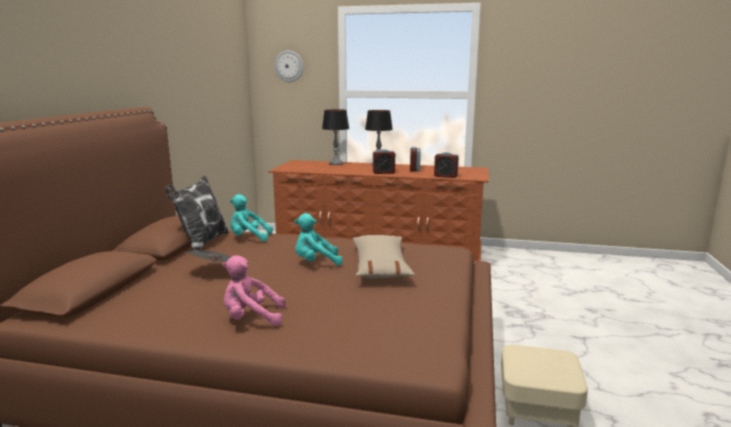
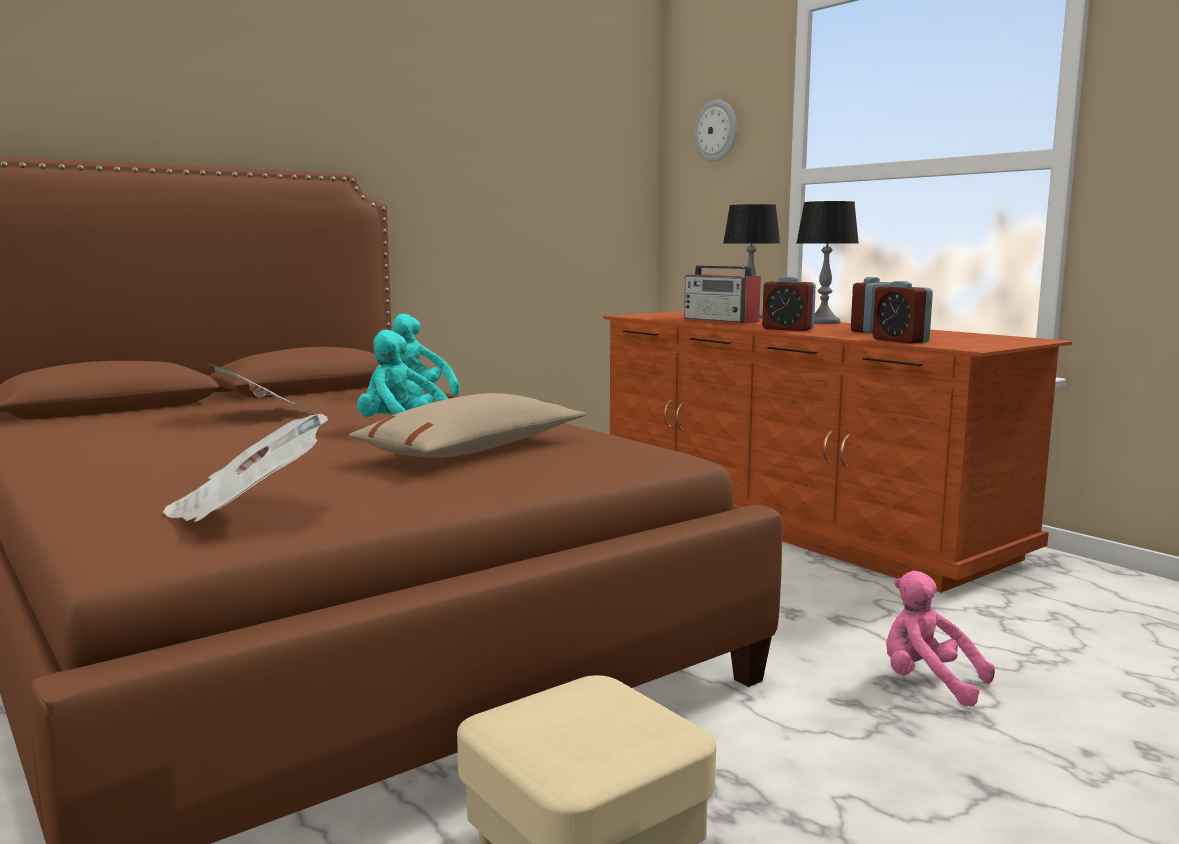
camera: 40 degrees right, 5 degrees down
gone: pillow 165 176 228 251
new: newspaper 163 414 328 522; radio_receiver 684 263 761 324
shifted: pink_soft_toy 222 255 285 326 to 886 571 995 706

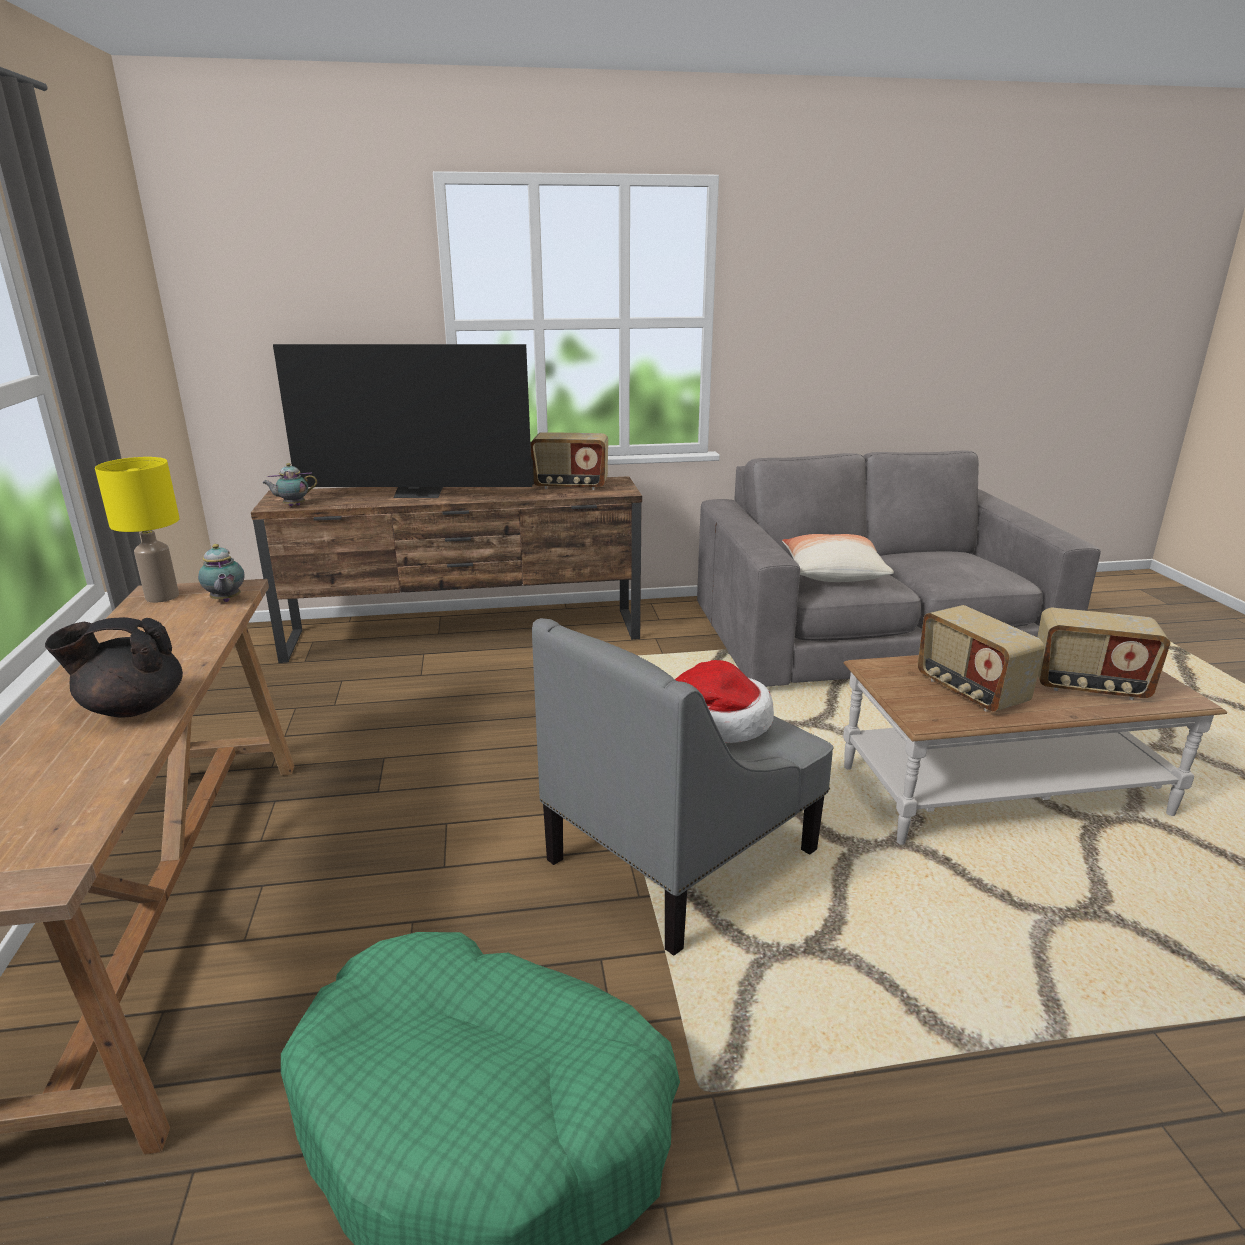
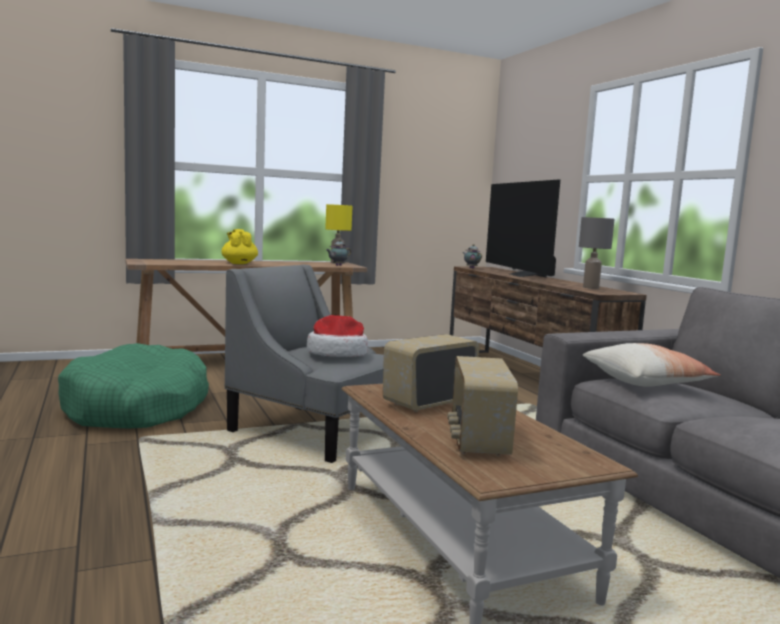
camera: 75 degrees right, 15 degrees down
swapped: radio_receiver 531 432 608 490 to grey_tabletop_lamp 579 217 615 289
repainted: black-coloured_teapot 45 617 183 718 to yellowish_teapot 221 229 258 264

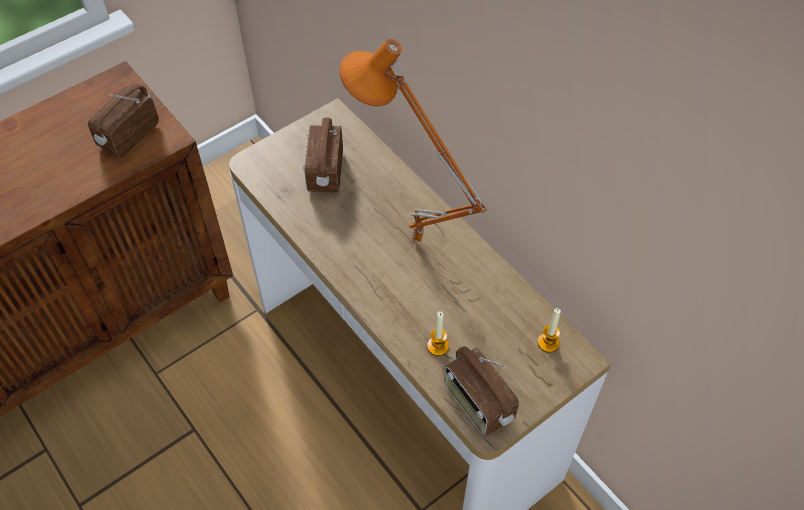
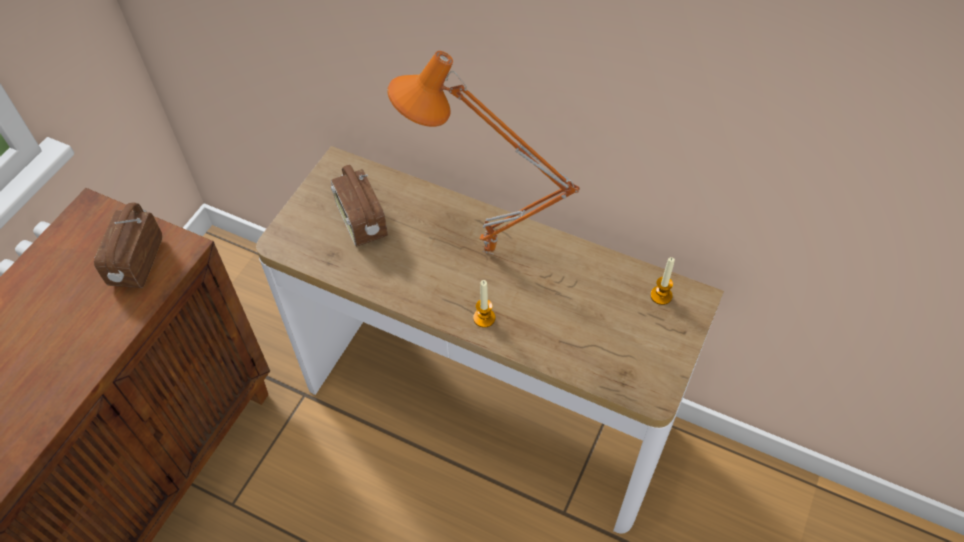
camera: 25 degrees left, 0 degrees up
gone: radio_receiver 444 346 519 436
shifted: candle 427 311 449 356 to 473 280 495 328

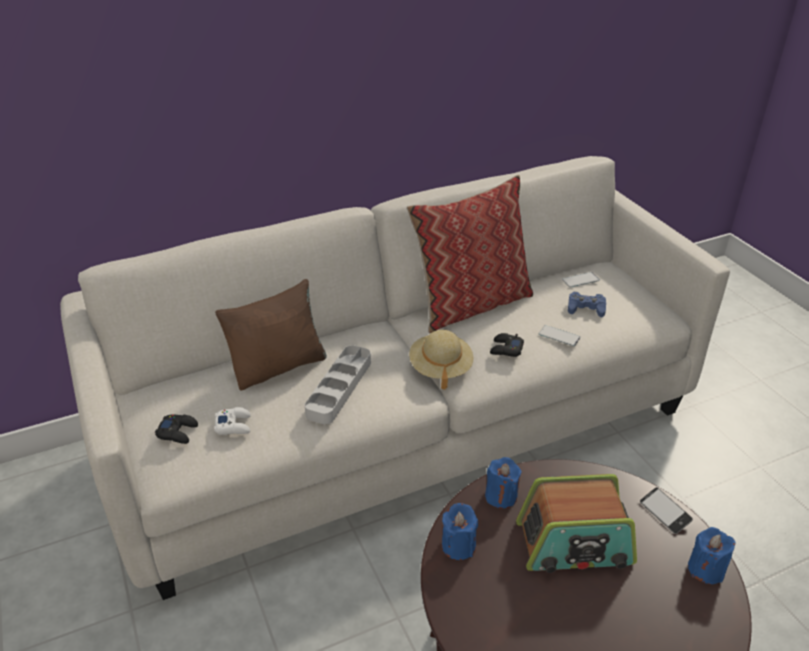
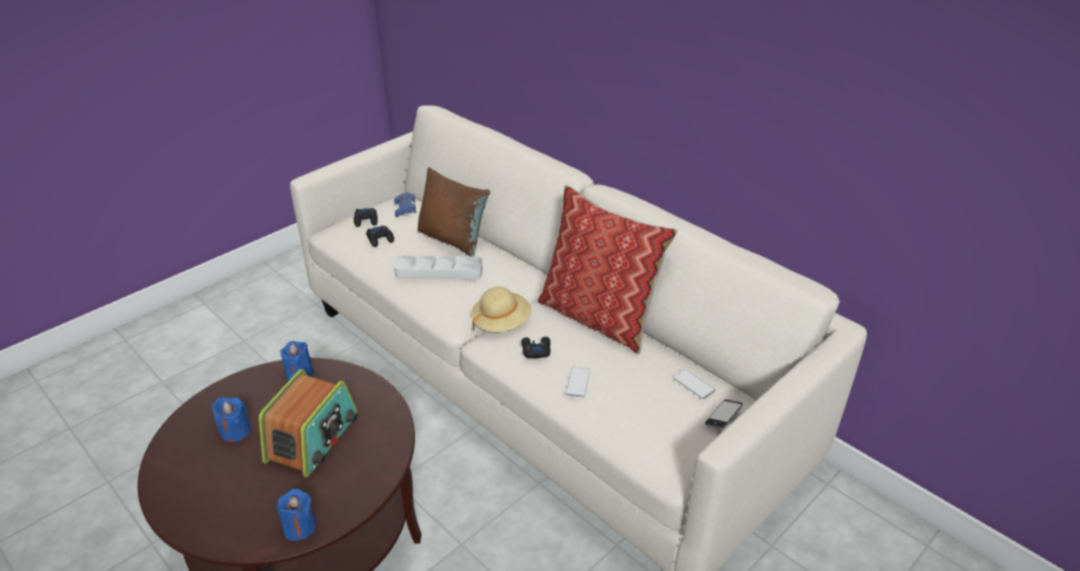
camera: 70 degrees right, 0 degrees up
shifted: blue_candle 485 457 522 508 to 212 397 251 443; blue_game_controller 568 292 606 317 to 394 193 416 217; telephone 640 487 693 534 to 705 399 743 429
repainted: whitish_game_controller 214 407 251 435 to black-coloured_game_controller 366 226 394 247
rotated: radio_receiver 516 474 637 573 = 259 369 358 477 135 degrees counterclockwise

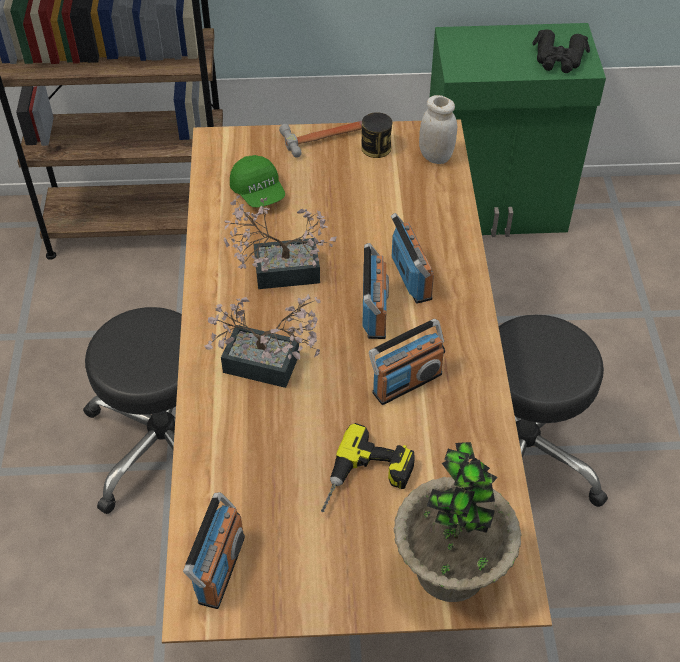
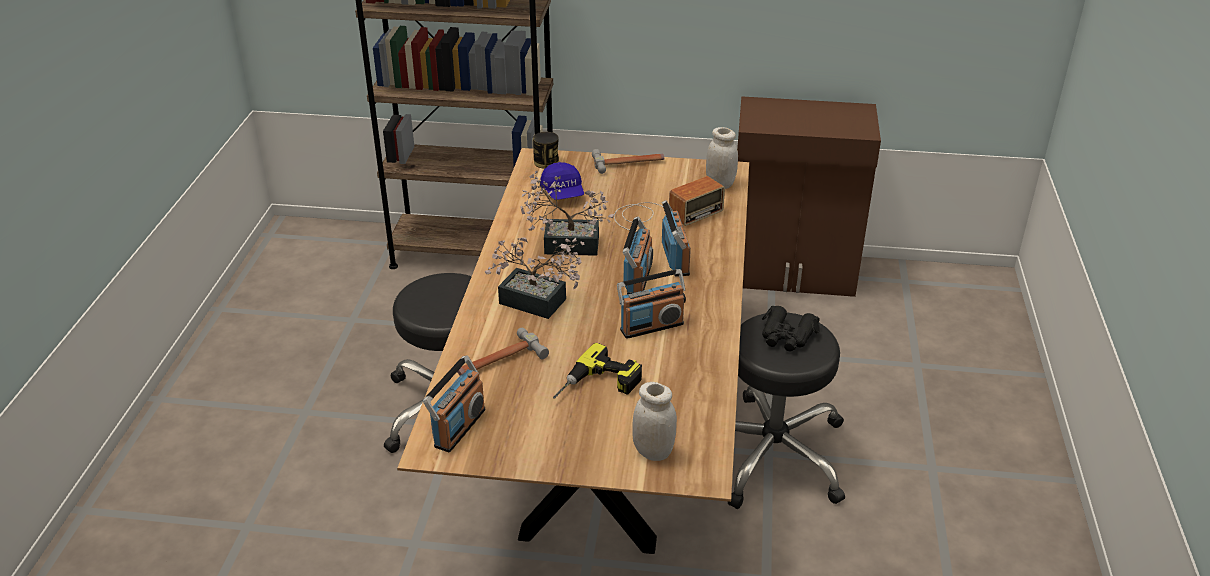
camera: 10 degrees right, 15 degrees down
new: tool_hammer 457 328 549 376; radio_receiver 614 176 725 231
shifted: can 361 112 392 158 to 533 132 559 169; black-coloured_pair_of_binoculars 532 29 590 73 to 762 306 820 352
swapped: houseplant 394 442 521 602 to whitish_storage_jar 633 382 677 461
repainted: green-coloured_peaked_cap 230 155 285 208 to blue_peaked_cap 540 162 584 200; green-coloured_cupboard 430 23 606 237 to brown-coloured_cupboard 737 96 881 297

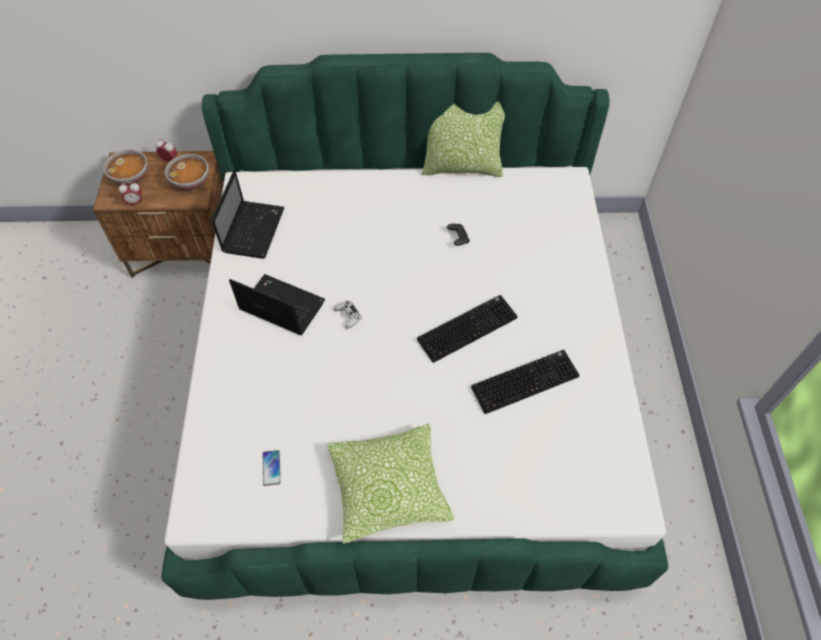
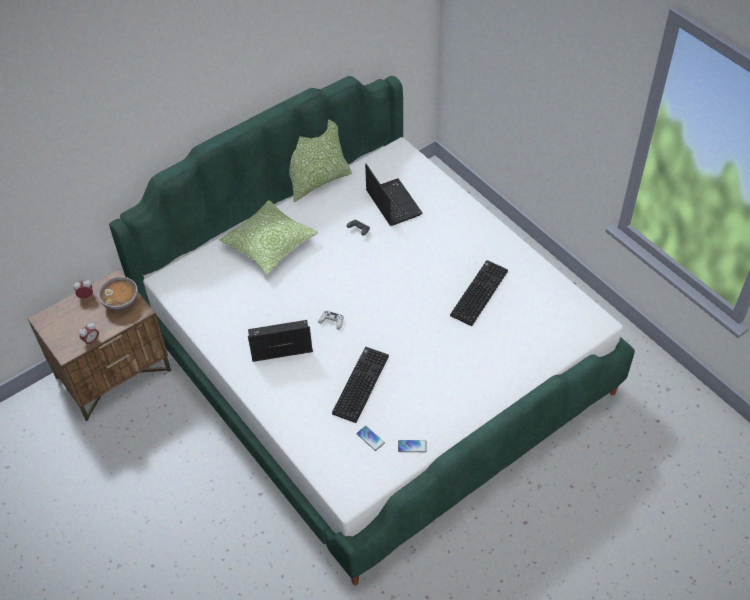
camera: 35 degrees left, 5 degrees down
gone: serving_bowl 103 149 148 186
new: telephone 398 440 427 452
shifted: laptop 211 170 285 259 to 365 164 422 226; pillow 327 424 454 544 to 219 200 318 275; keyboard 417 295 517 363 to 332 347 389 423

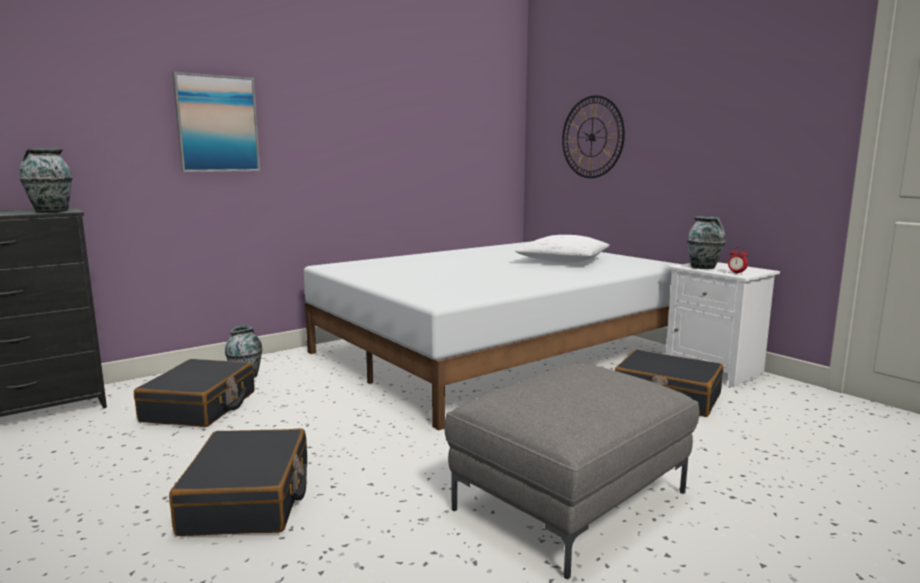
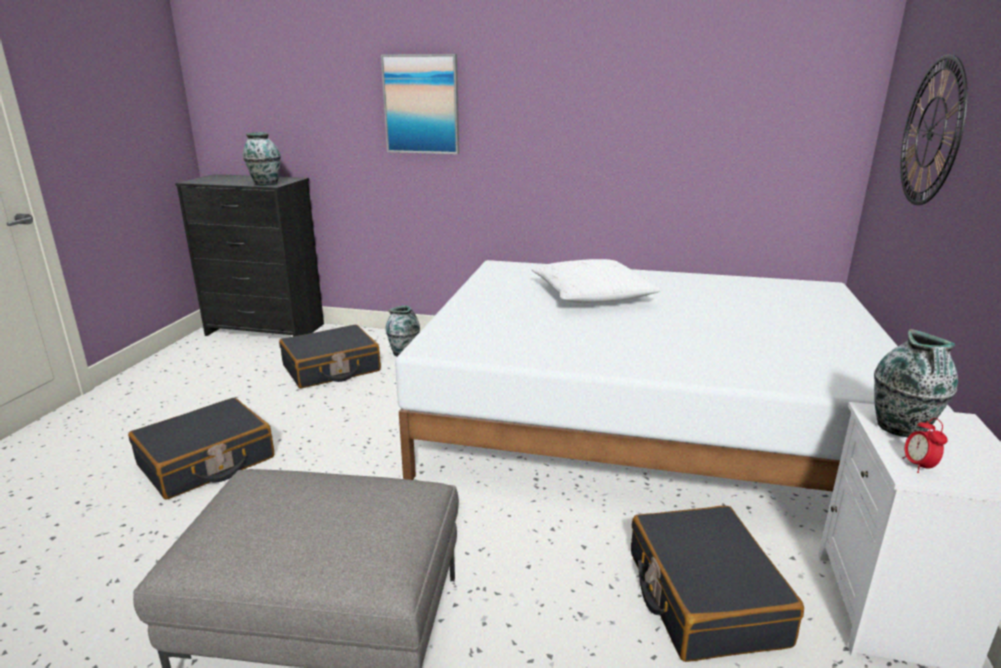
camera: 50 degrees right, 10 degrees up
shifted: whitish_pillow 515 235 610 263 to 532 259 662 303

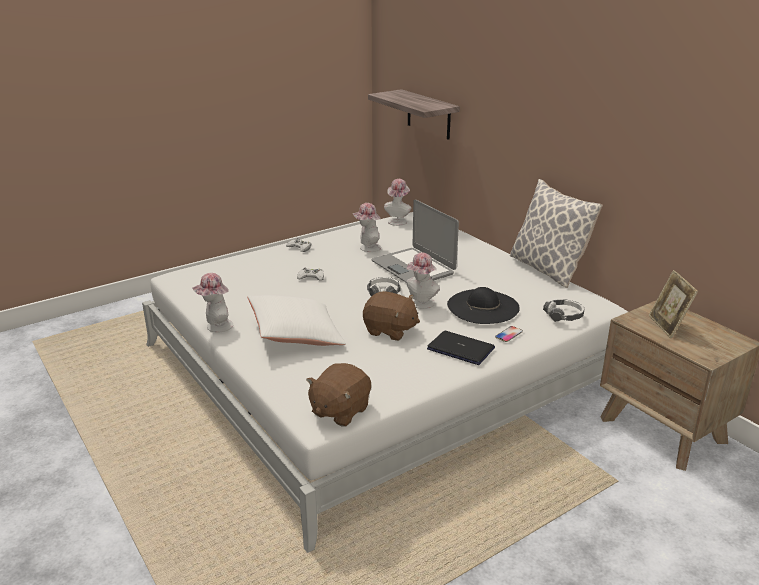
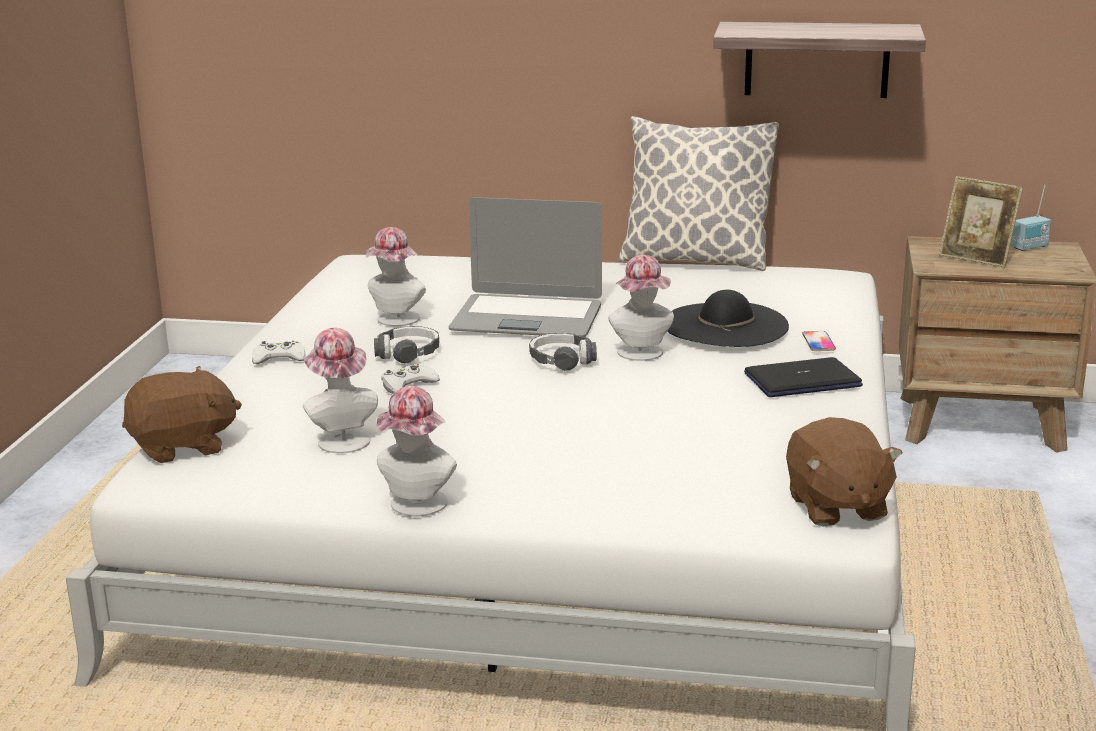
camera: 45 degrees left, 5 degrees down
gone: whitish_pillow 248 295 346 346
new: radio_receiver 1011 185 1051 251
shifted: brown-coloured_soft_toy 363 291 420 341 to 122 366 242 463; shelf 368 89 460 140 to 713 22 926 98; wearable_hat 384 179 411 226 to 303 328 378 453; headset 543 299 584 322 to 374 326 439 364

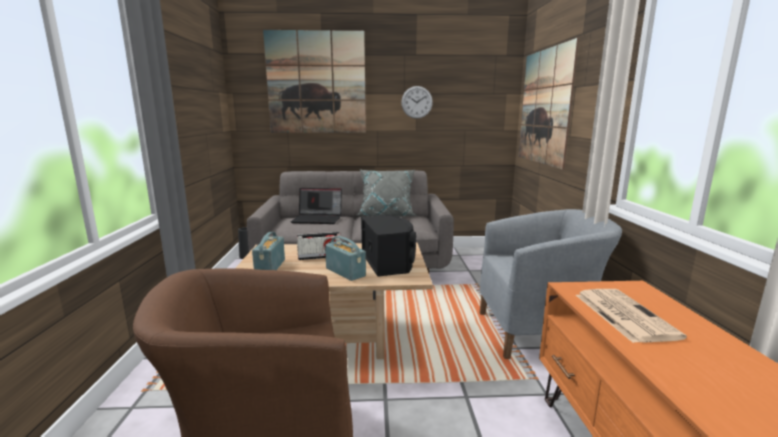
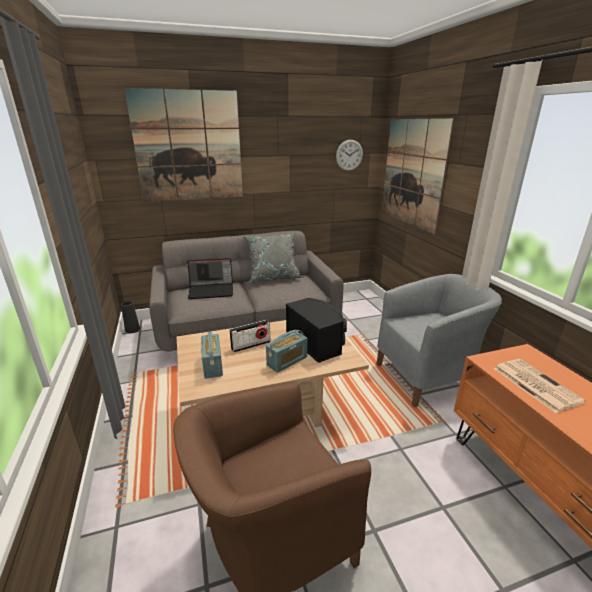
camera: 15 degrees left, 10 degrees up
shifted: hanging_clock 401 86 433 119 to 336 140 363 171
rotated: radio_receiver 325 236 366 281 = 266 330 307 373 105 degrees clockwise

